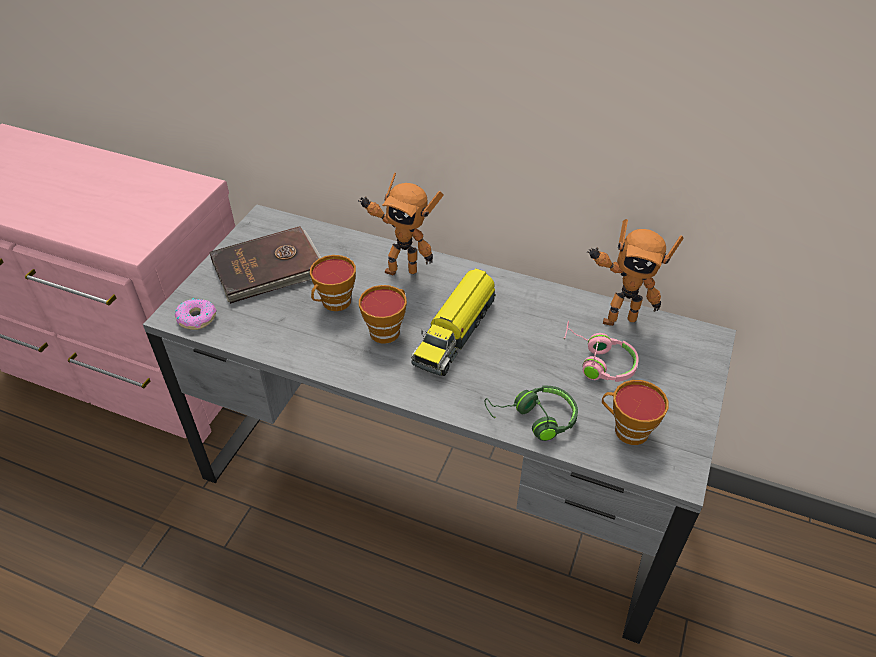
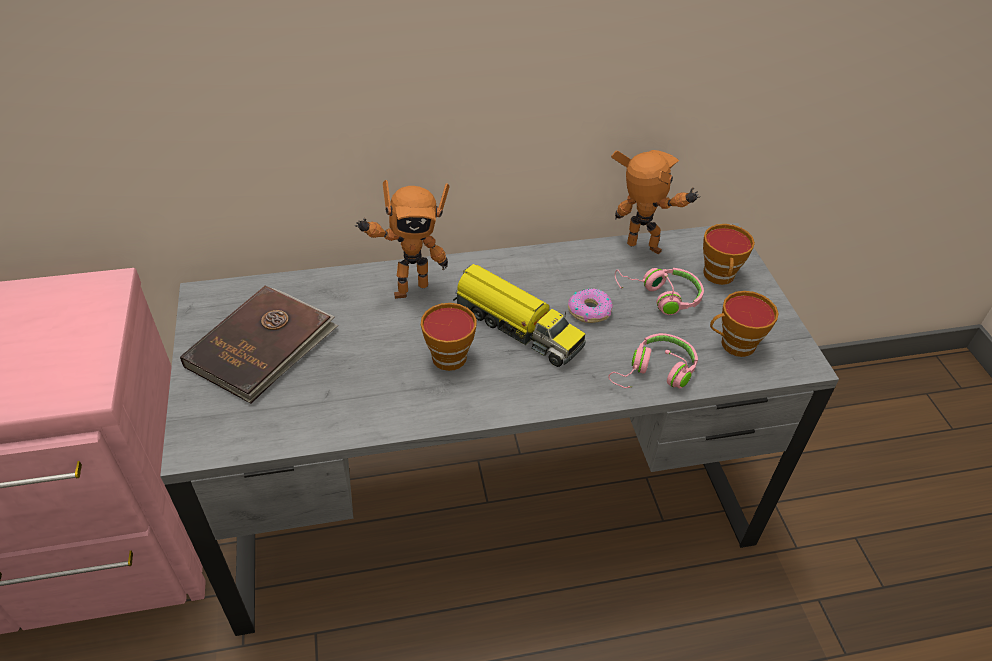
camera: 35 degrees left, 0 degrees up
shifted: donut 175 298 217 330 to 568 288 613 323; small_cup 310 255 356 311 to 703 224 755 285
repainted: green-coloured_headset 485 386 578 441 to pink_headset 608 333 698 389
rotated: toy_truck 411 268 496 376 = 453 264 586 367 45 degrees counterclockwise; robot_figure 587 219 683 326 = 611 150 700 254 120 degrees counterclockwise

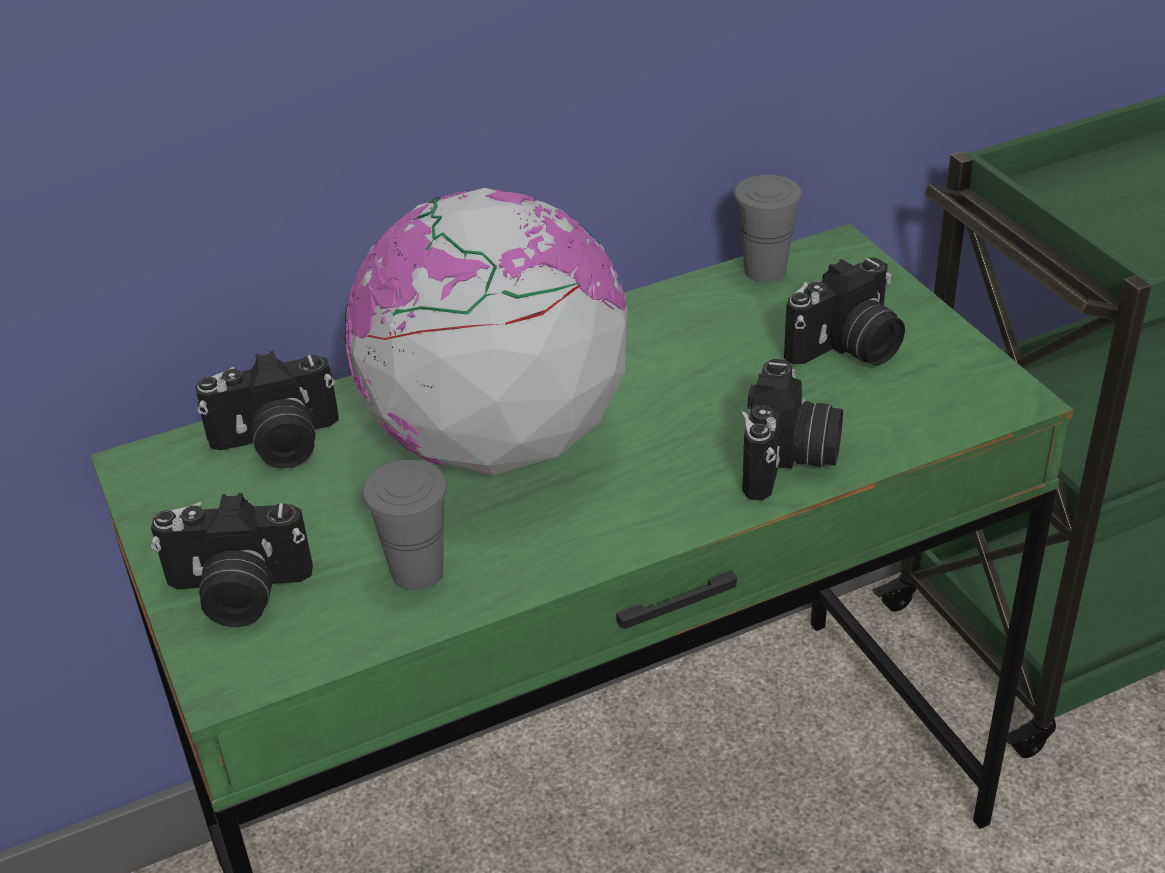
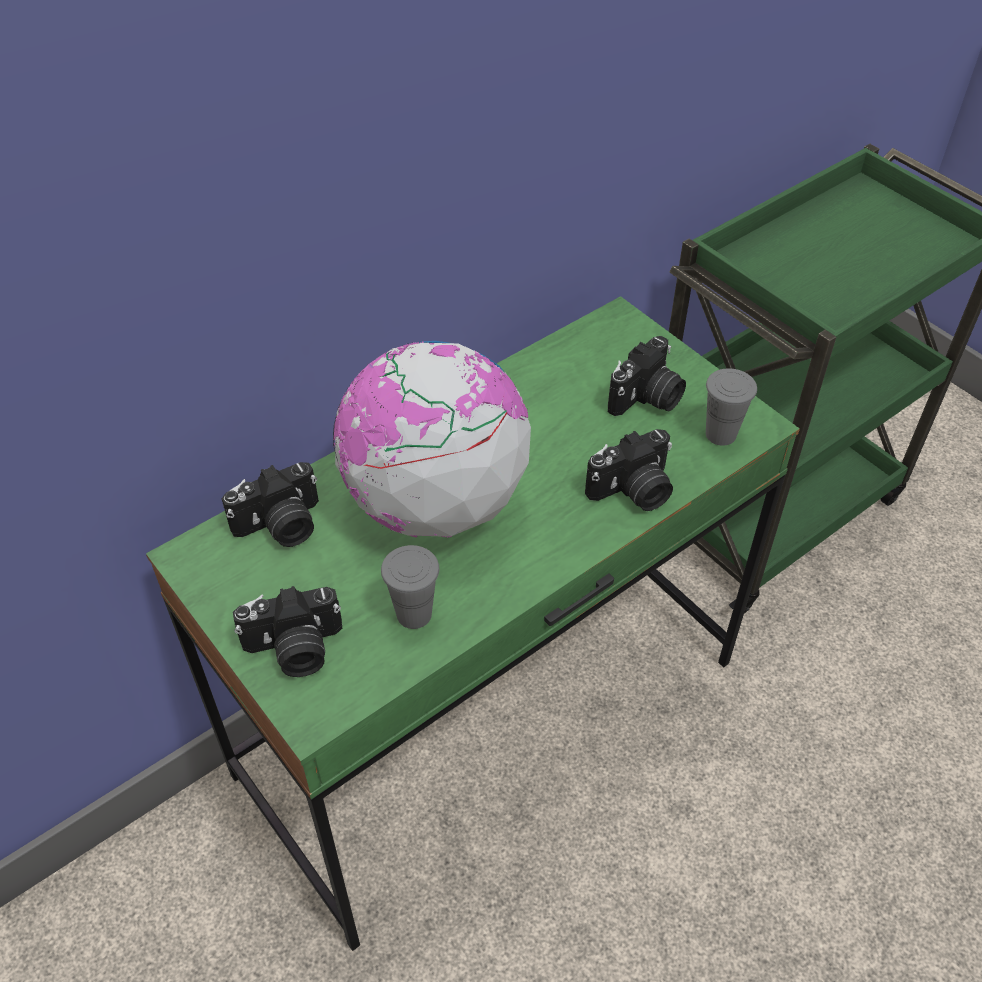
camera: 15 degrees left, 10 degrees up
shifted: grey_small_cup 734 175 802 282 to 706 368 757 446
rotated: photo_camera 741 359 843 501 = 585 429 673 511 60 degrees clockwise

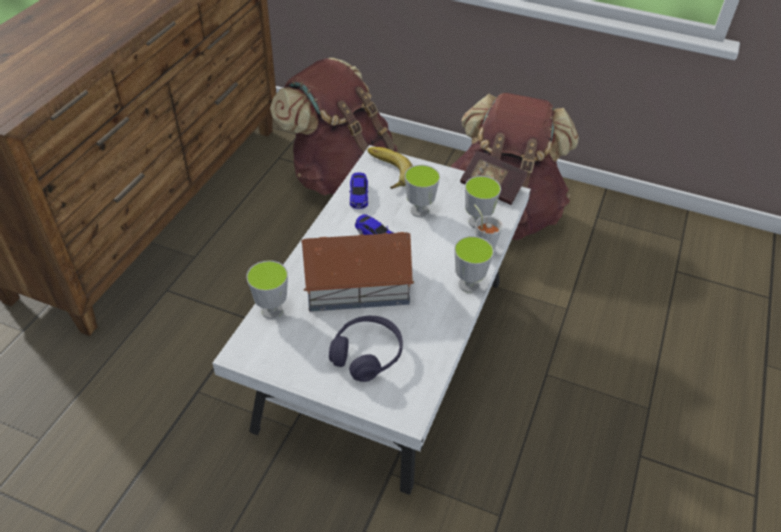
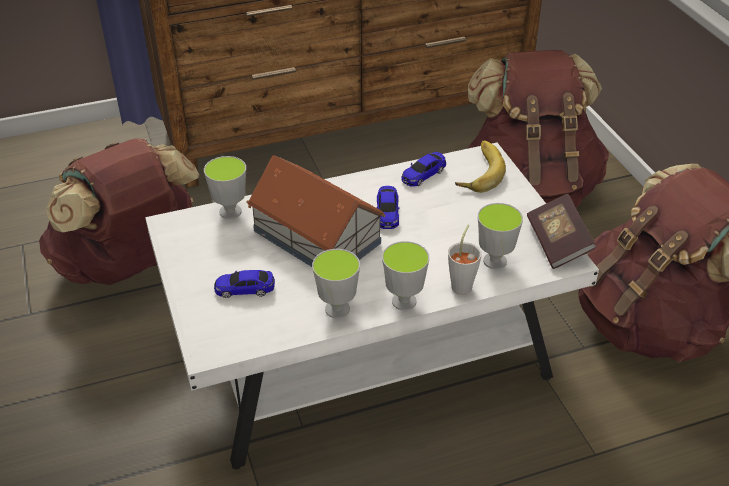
camera: 50 degrees right, 5 degrees down
new: brown-coloured_backpack 39 138 199 285
shifted: small_cup 405 165 440 217 to 312 249 360 318
swapped: purple-coloured_headset 329 316 403 382 to miniature_car 214 270 275 298

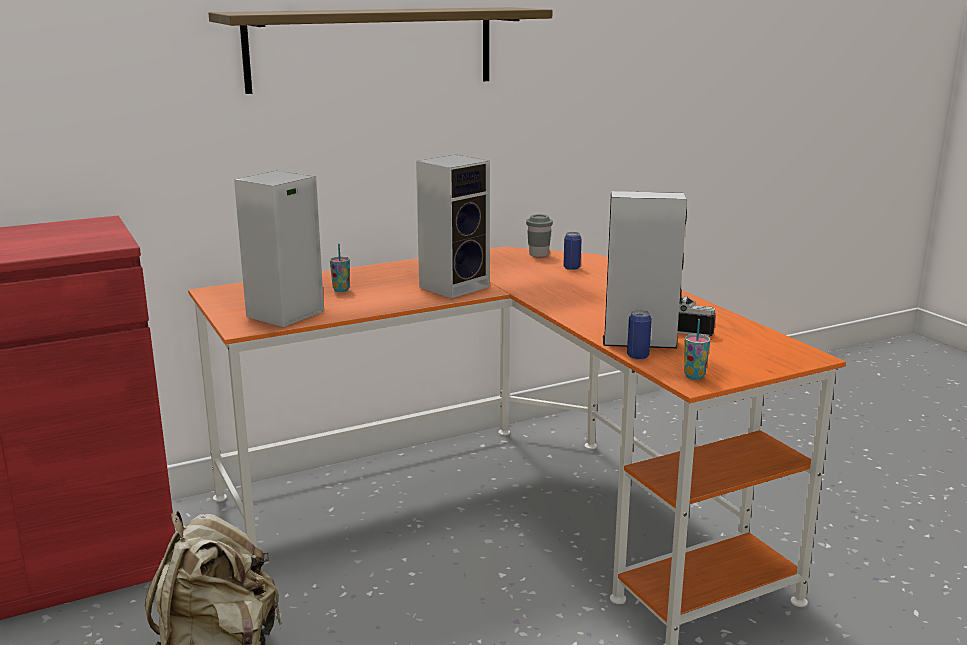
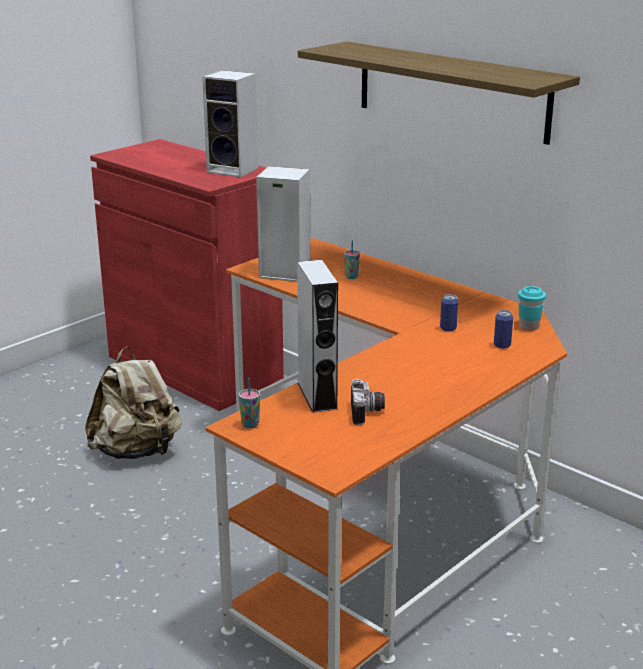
camera: 70 degrees right, 5 degrees up
shifted: speaker 416 154 490 298 to 202 70 258 177; can 627 310 652 360 to 440 294 458 332
repainted: grey_small_cup 526 214 553 257 to turquoise_small_cup 518 286 546 331

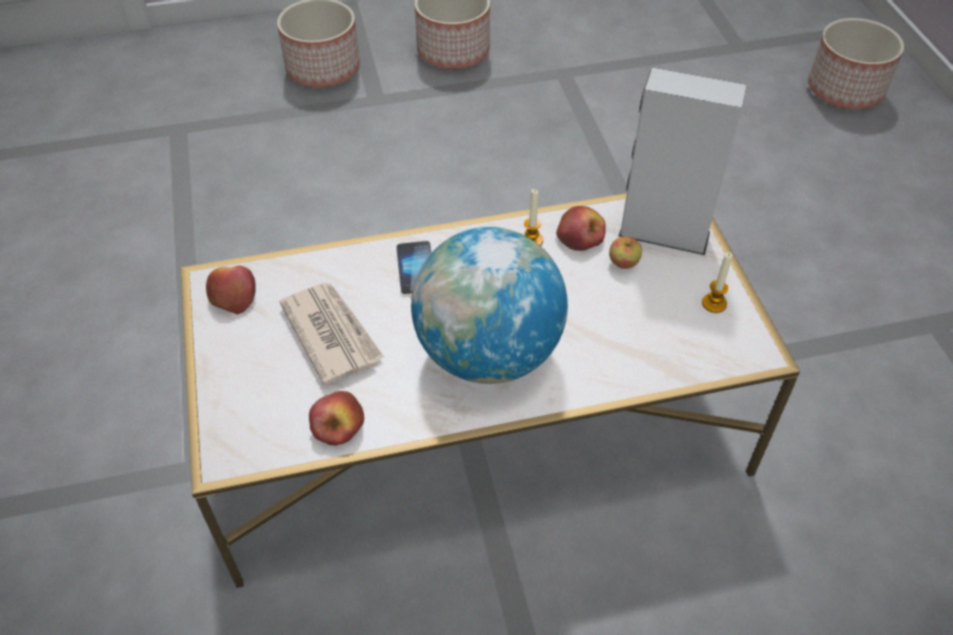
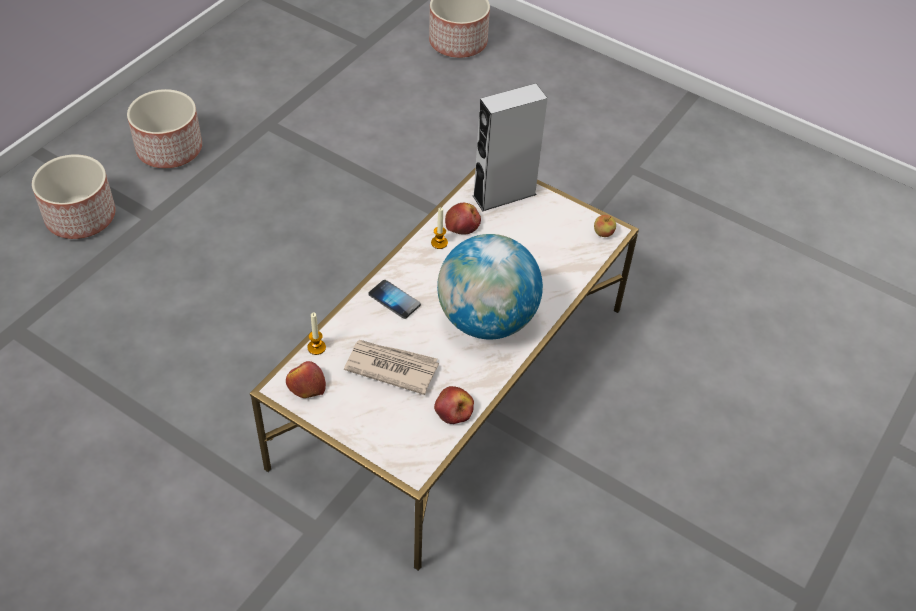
camera: 45 degrees left, 0 degrees up
shifted: apple_fruit 609 236 642 269 to 594 215 616 237; candle 702 252 732 313 to 307 312 326 355

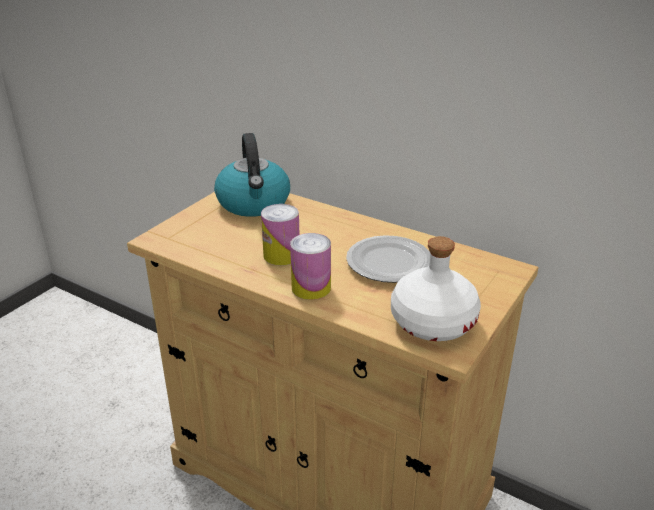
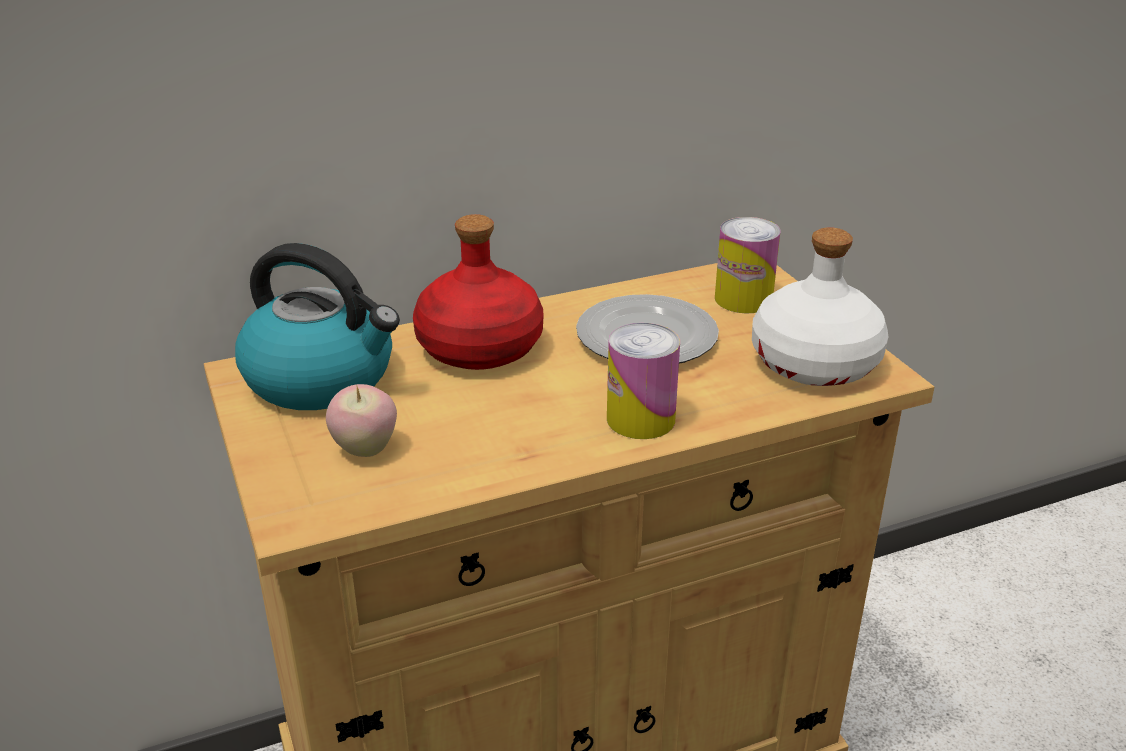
camera: 55 degrees left, 0 degrees up
new: apple_fruit 326 384 397 457; red_drink_bottle 413 214 544 370
shifted: can 261 204 299 265 to 715 217 781 313

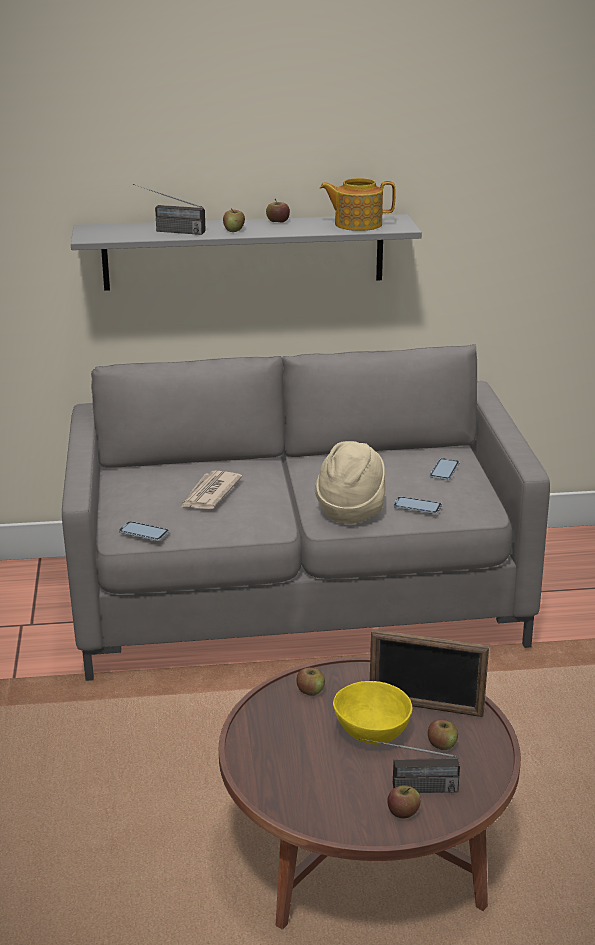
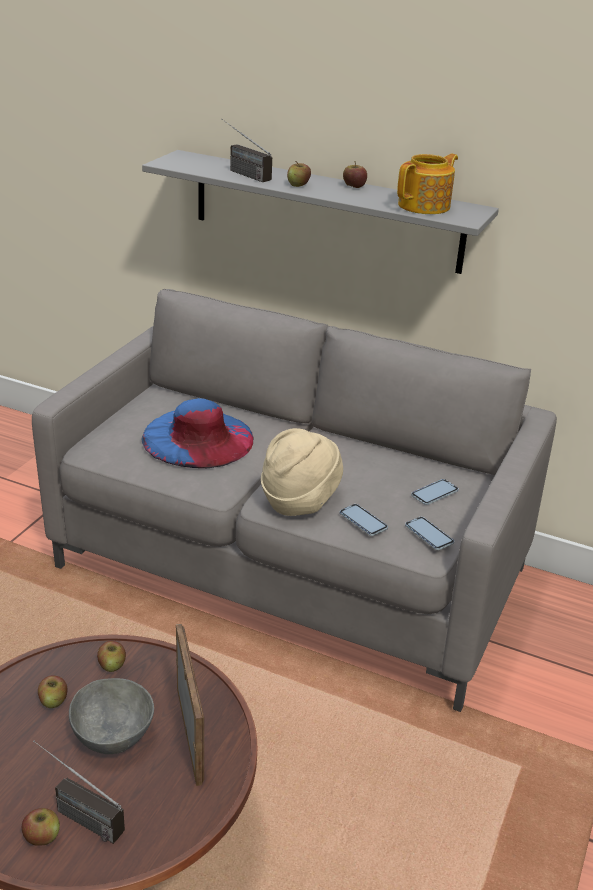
camera: 30 degrees right, 5 degrees up
shifted: telephone 119 521 169 541 to 405 517 454 550; apple_fruit 428 719 458 750 to 38 675 67 708
swapped: newspaper 181 471 242 509 to blue_wearable_hat 141 398 254 468
repainted: yellowish_serving_bowl 333 681 412 745 to grey_serving_bowl 69 678 154 754
rotated: teapot 320 178 396 231 = 397 153 458 214 105 degrees clockwise; standing_frame 370 629 489 717 = 176 624 204 786 150 degrees counterclockwise

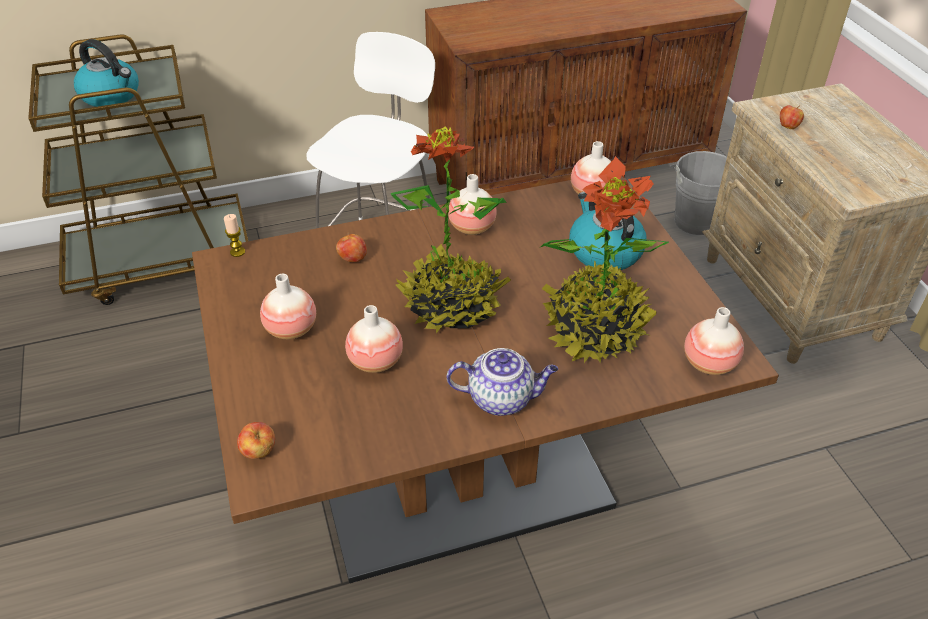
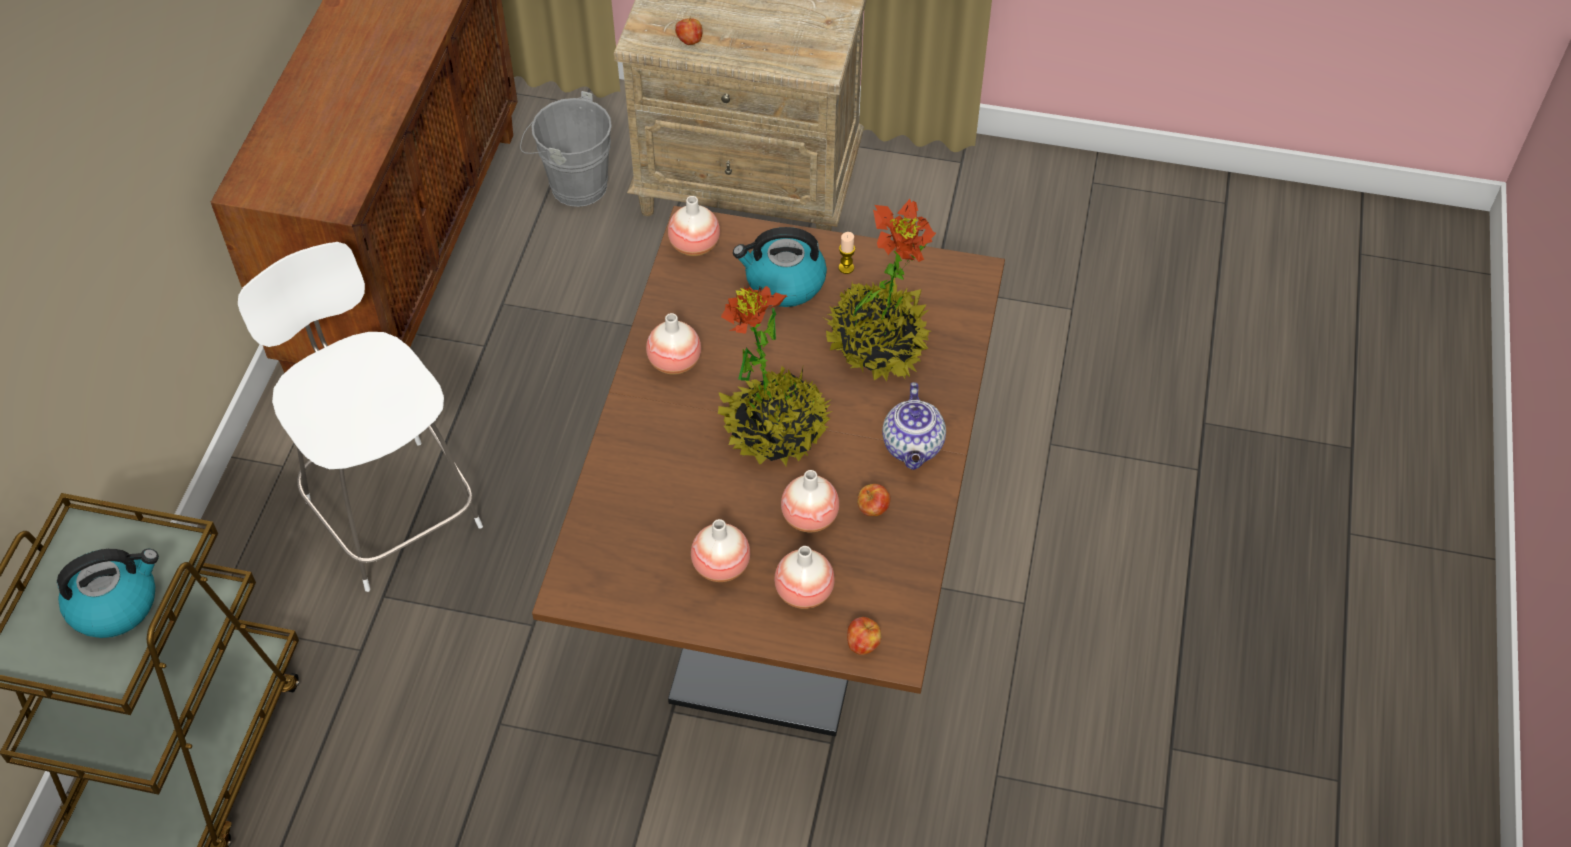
camera: 60 degrees left, 10 degrees up
shifted: candle 224 214 245 257 to 839 232 855 274; apple_fruit 336 233 367 262 to 857 484 891 516; decorative_vase 684 307 744 375 to 774 546 835 609
rotated: teapot 447 348 558 416 = 882 382 946 470 150 degrees clockwise

